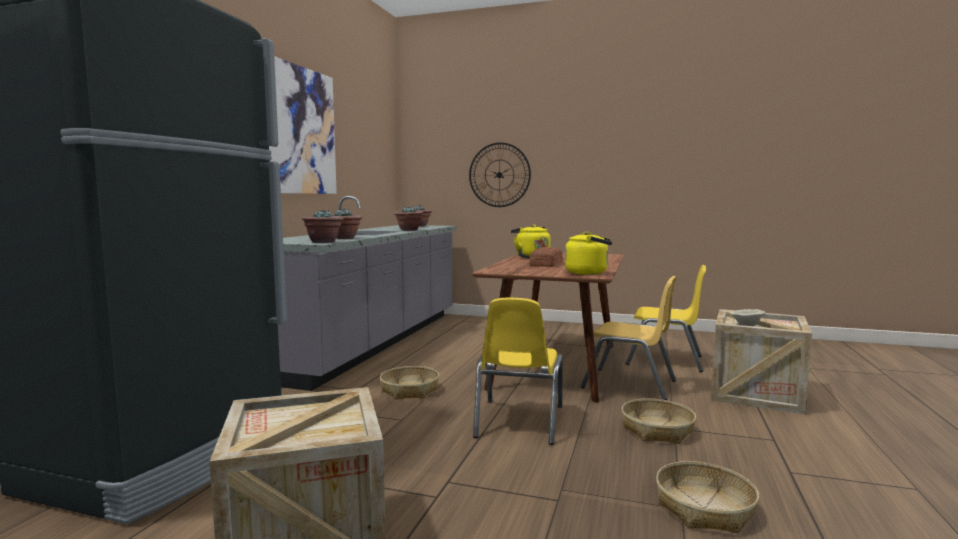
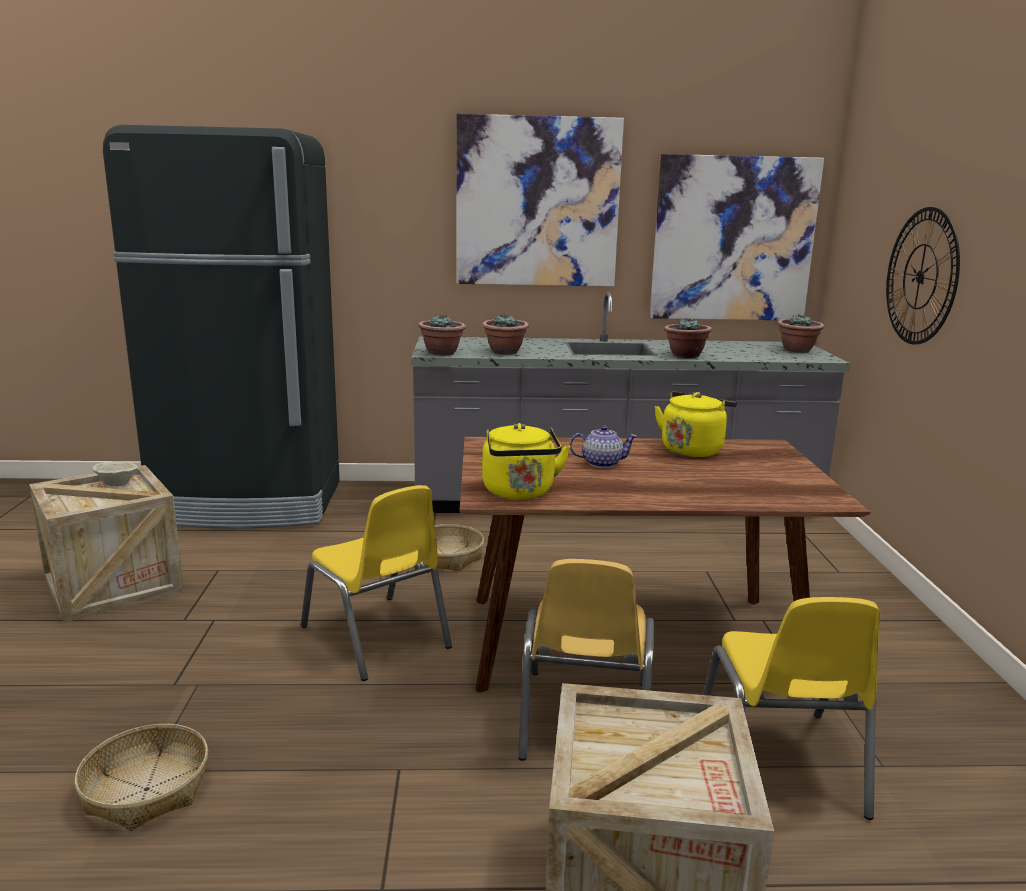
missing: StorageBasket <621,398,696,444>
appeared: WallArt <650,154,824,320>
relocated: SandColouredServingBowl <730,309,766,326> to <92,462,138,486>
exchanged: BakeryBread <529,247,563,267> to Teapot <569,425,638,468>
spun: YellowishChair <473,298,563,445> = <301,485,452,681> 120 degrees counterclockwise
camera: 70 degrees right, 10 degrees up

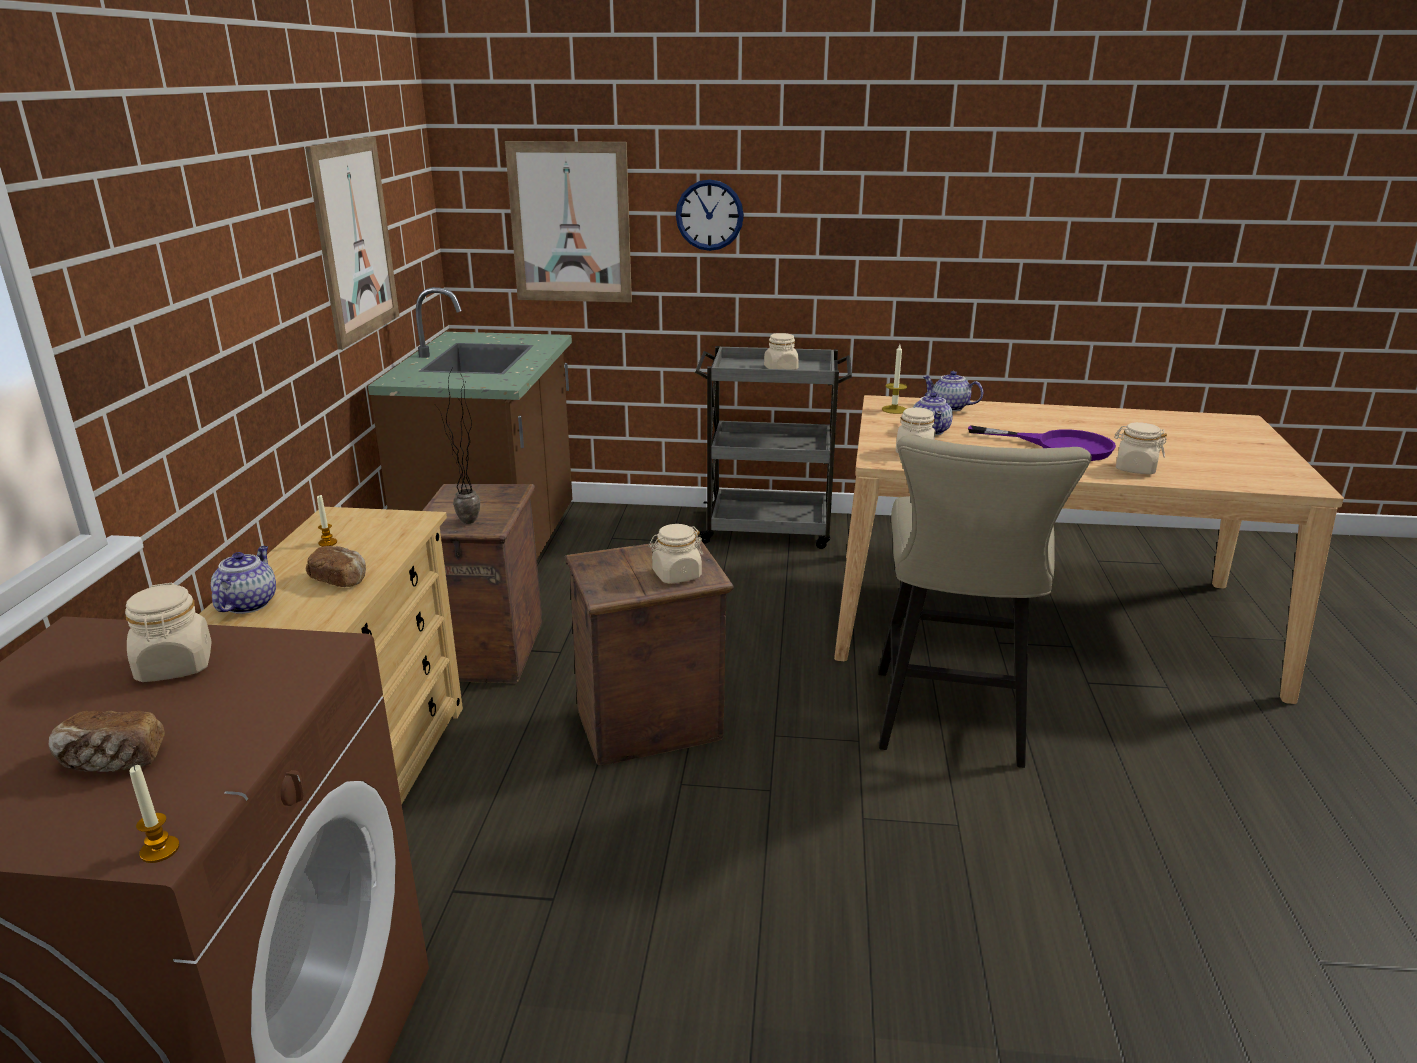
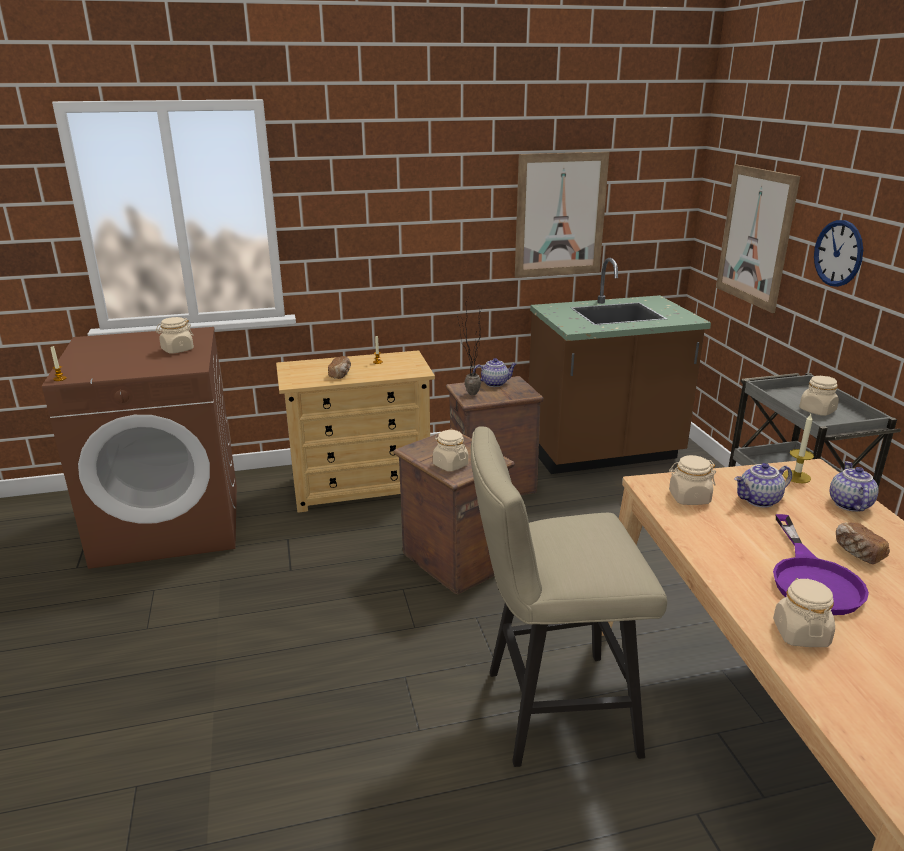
relocated: Teapot <211,546,276,614> to <473,358,517,387>; BakeryBread <49,710,165,772> to <836,522,890,564>
camera: 70 degrees right, 0 degrees up

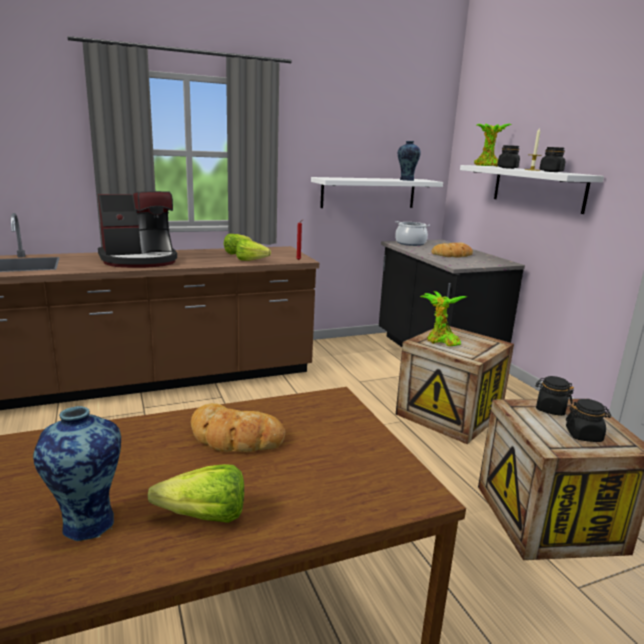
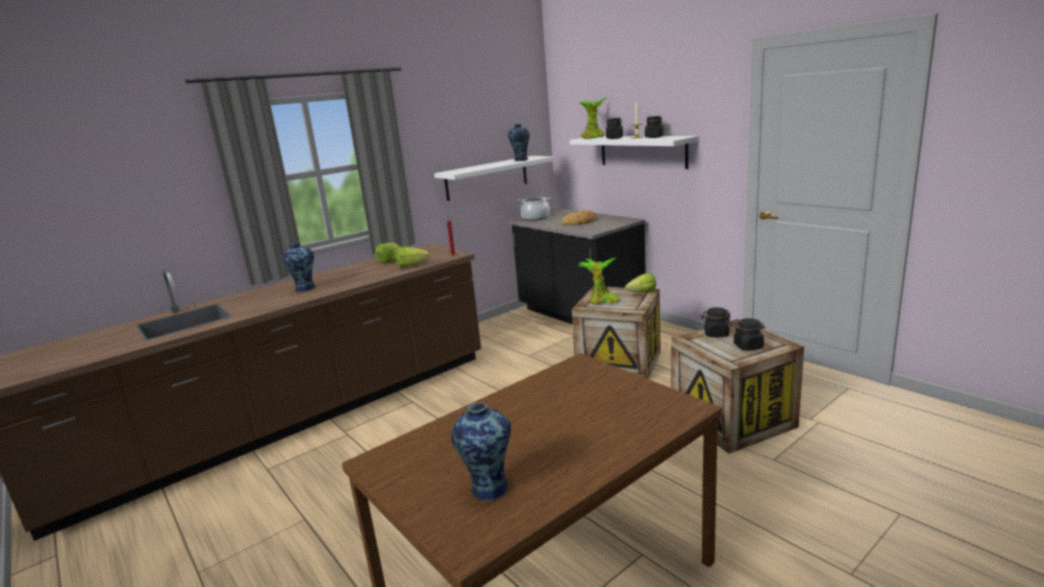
missing: BakeryBread <191,403,286,452>
relocated: LettuceHead <148,464,244,523> to <625,273,656,292>
exchanged: CoffeeMachine <98,191,177,268> to FlowerVase <282,243,315,292>
camera: 15 degrees left, 0 degrees up

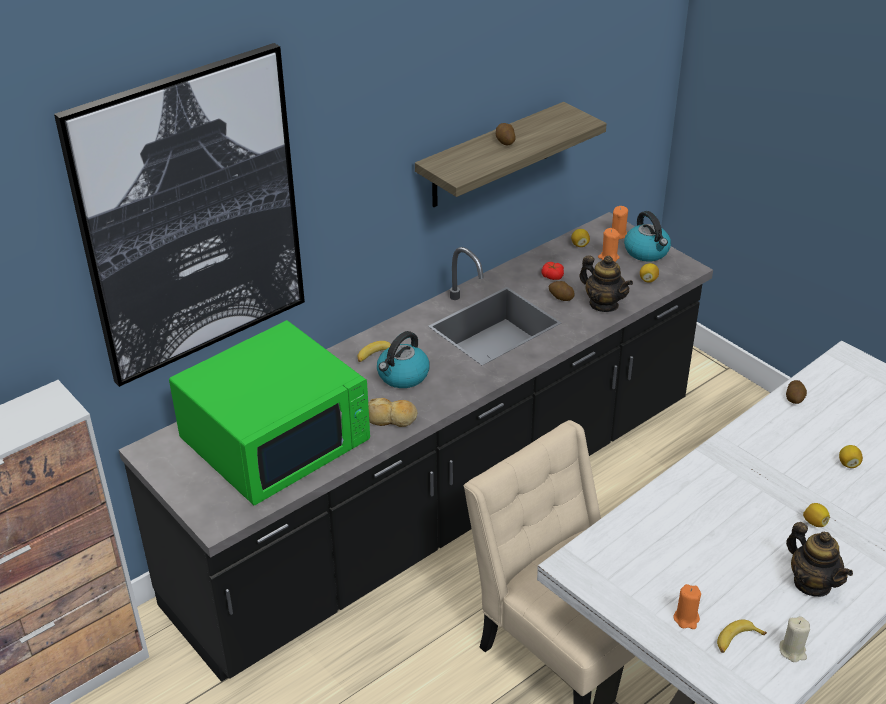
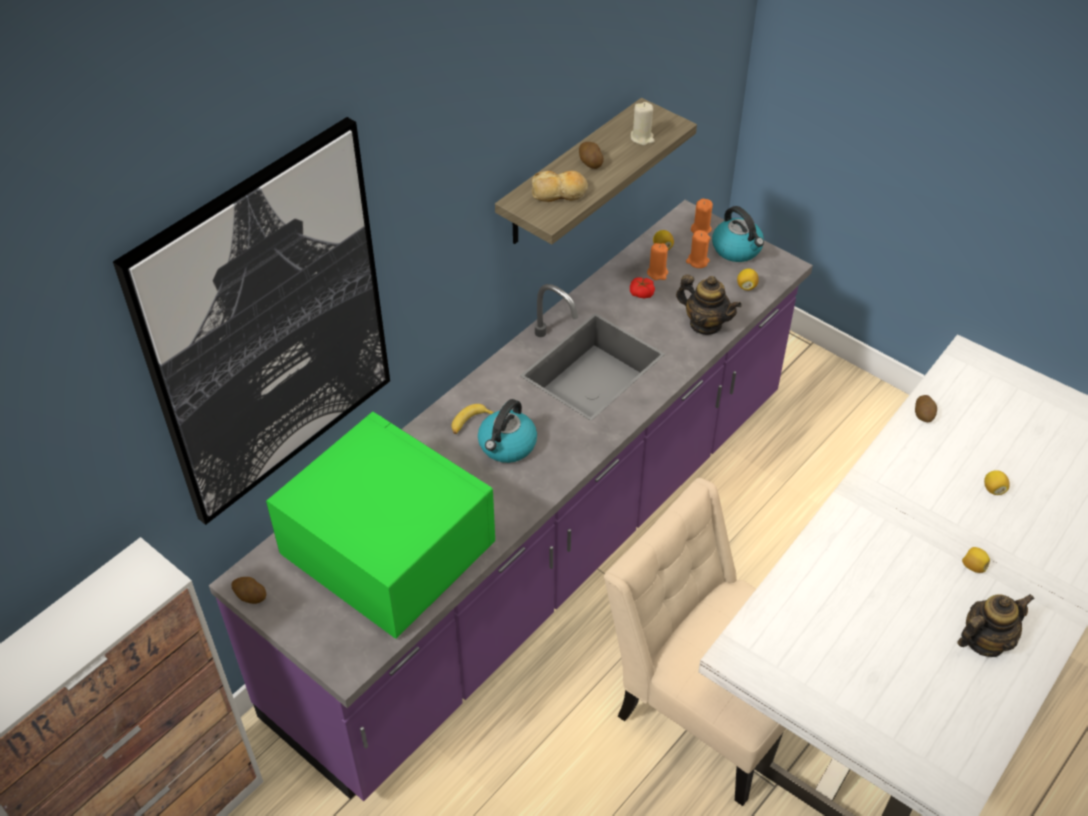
missing: Banana <717,620,767,653>
relocated: WholePotato <549,281,575,301> to <231,577,266,604>; BakeryBread <368,398,417,427> to <532,171,588,202>; SandColouredCandle <780,616,810,662> to <631,102,654,145>; OrangeColouredCandle <673,584,701,629> to <647,243,668,280>
colour: BlackishKitchenCounter <119,212,713,682> to PurpleKitchenCounter <209,200,813,801>
spun: GreenMicrowave <169,320,370,506> = <266,412,495,639> 90 degrees counterclockwise; Teapot <786,522,853,597> = <957,594,1034,657> 75 degrees counterclockwise
camera: 10 degrees left, 10 degrees up

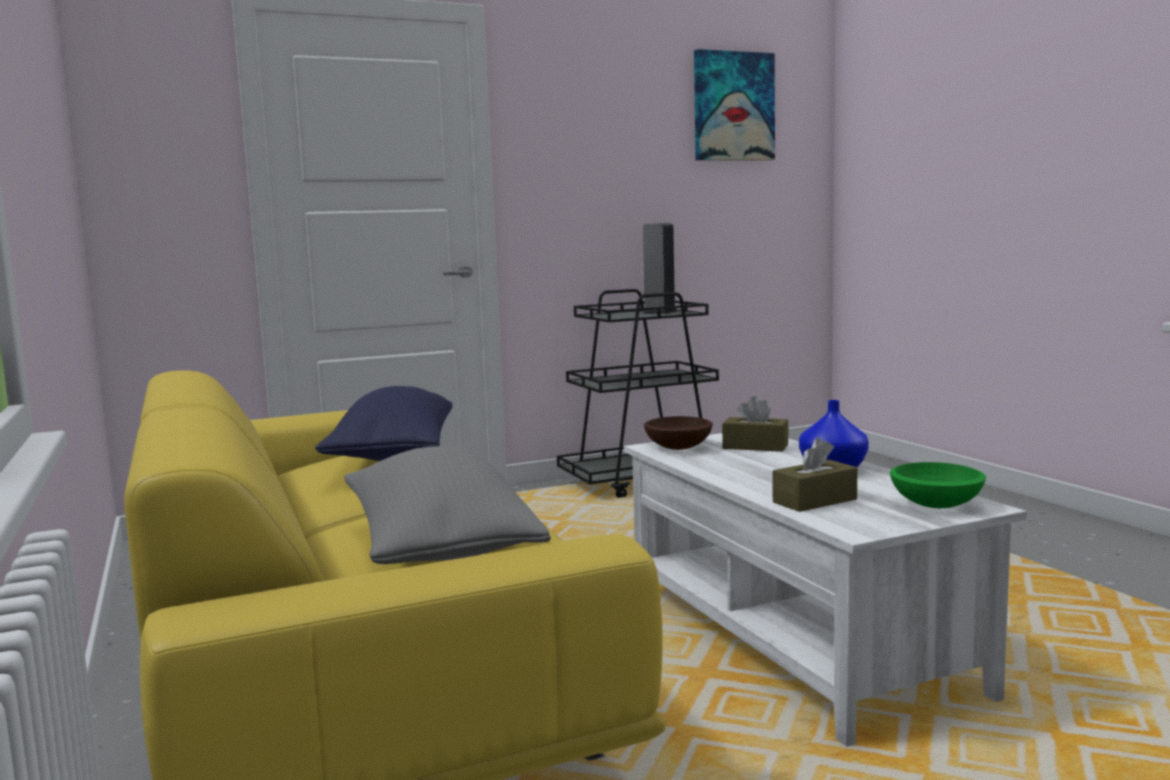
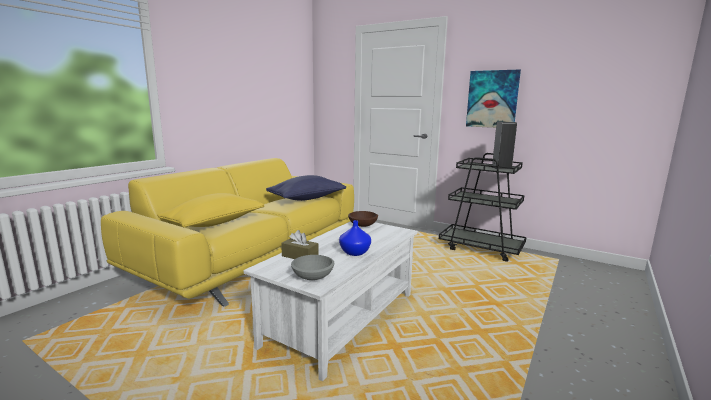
missing: BrownColouredBoxOfTissues <722,396,789,452>
relocated: WallArt <694,49,775,161> to <466,69,521,128>
colour: GreyCushion <344,446,551,564> to YellowishCushion <157,193,264,227>; GreenServingBowl <890,462,986,508> to GreyServingBowl <291,255,334,280>
camera: 55 degrees right, 5 degrees up

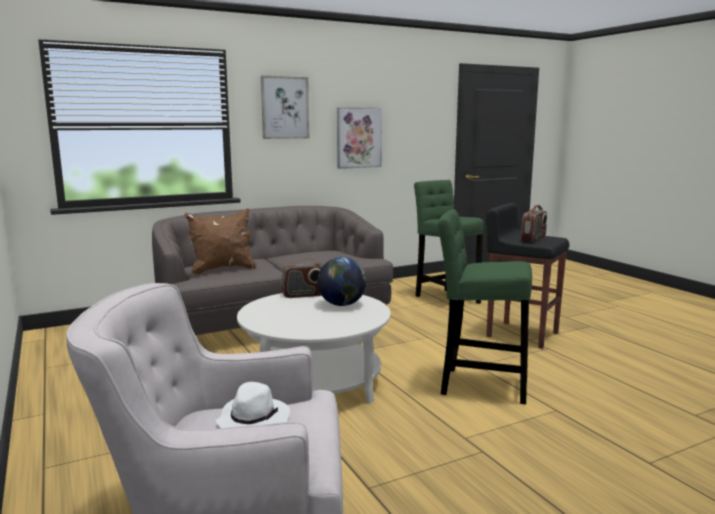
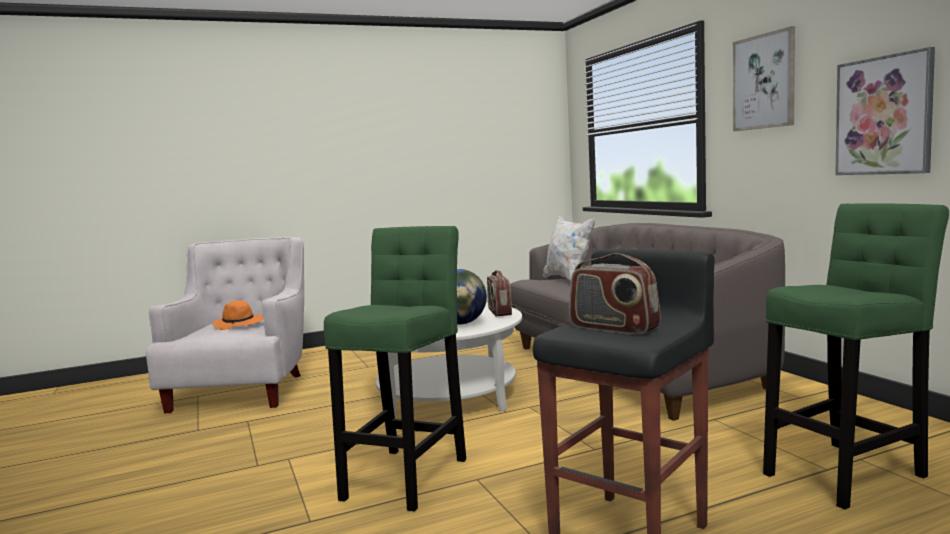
colour: WhitishClothingHat <216,382,290,428> to OrangeColouredClothingHat <213,300,263,330>; BrownColouredCushion <184,209,257,275> to WhitishCushion <543,215,595,282>
camera: 95 degrees right, 5 degrees down

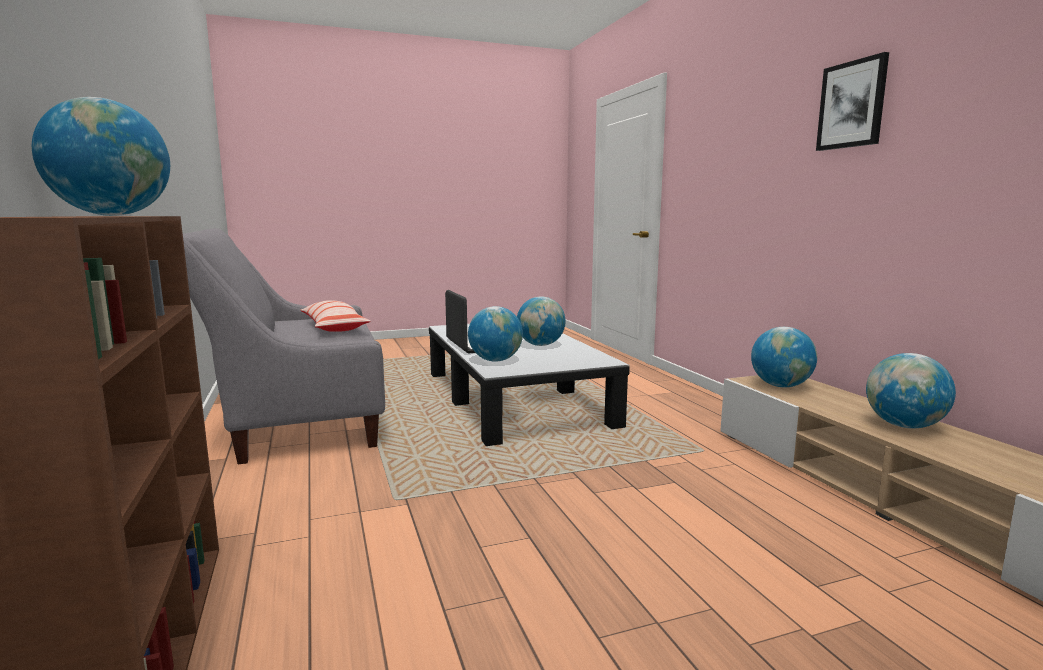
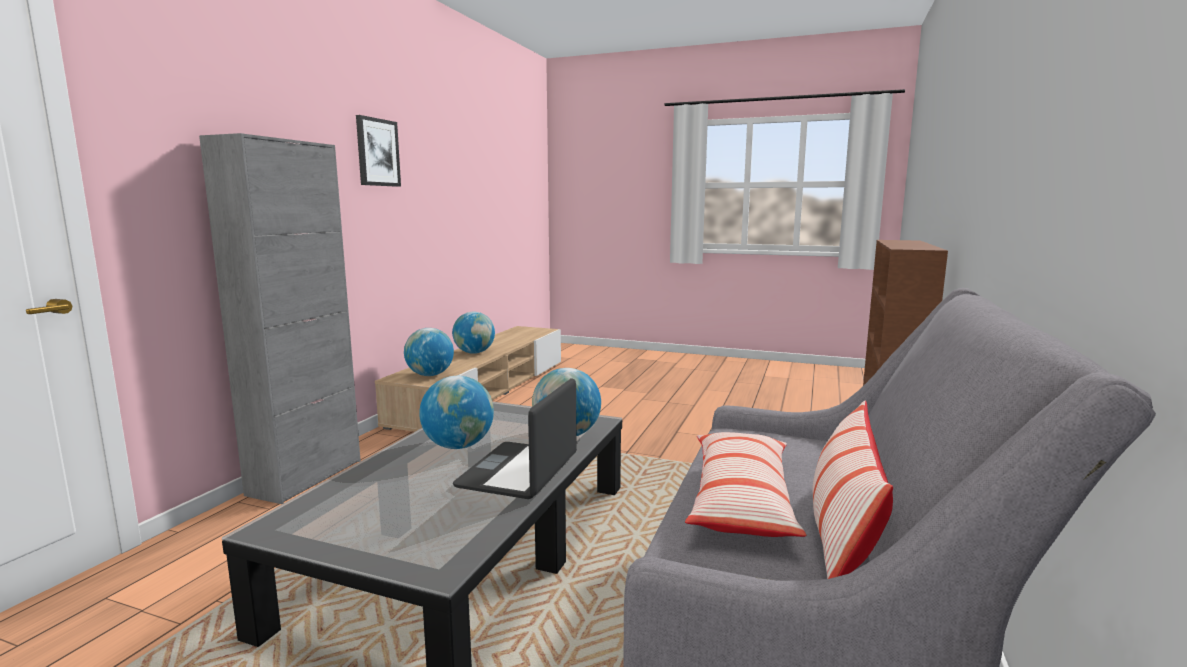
missing: Globe <32,97,170,216>
appeared: GreyStorageCabinet <199,133,361,504>; Cushion <813,401,893,579>
camera: 140 degrees left, 0 degrees up

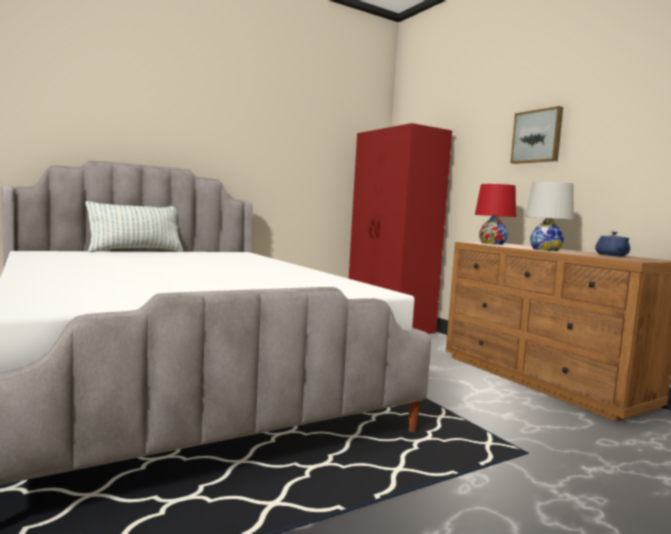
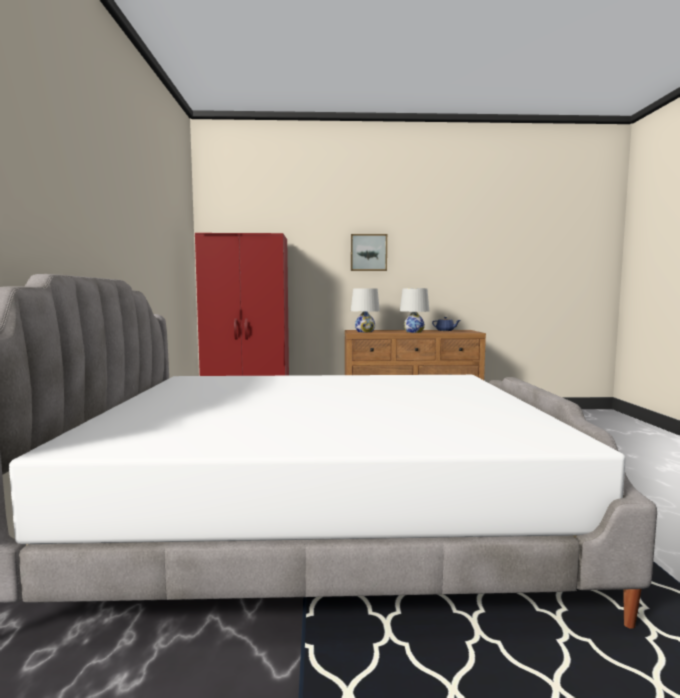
missing: Cushion <85,201,183,252>
colour: ReddishTabletopLamp <475,184,516,245> to WhitishTabletopLamp <351,288,380,332>
camera: 60 degrees left, 0 degrees up

